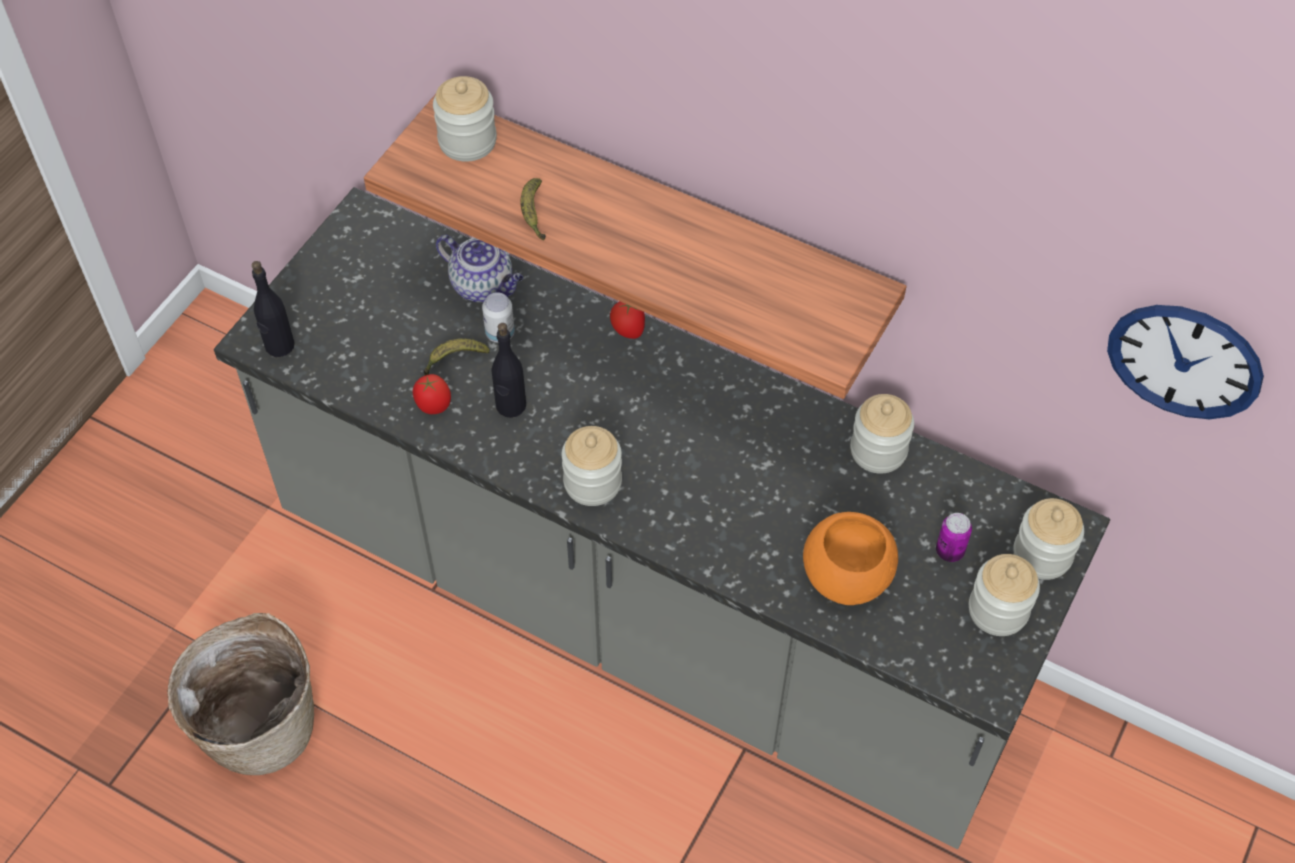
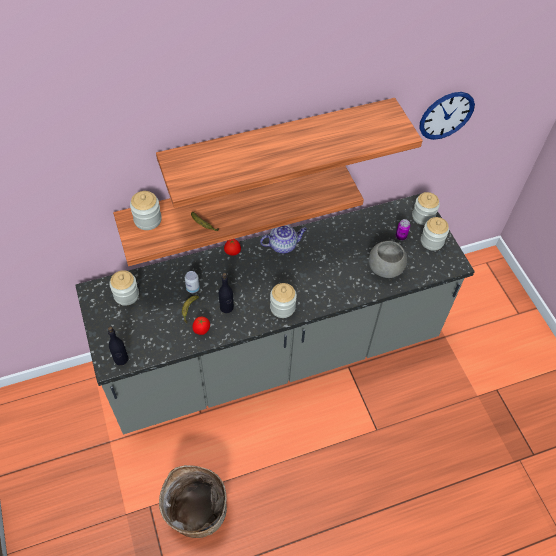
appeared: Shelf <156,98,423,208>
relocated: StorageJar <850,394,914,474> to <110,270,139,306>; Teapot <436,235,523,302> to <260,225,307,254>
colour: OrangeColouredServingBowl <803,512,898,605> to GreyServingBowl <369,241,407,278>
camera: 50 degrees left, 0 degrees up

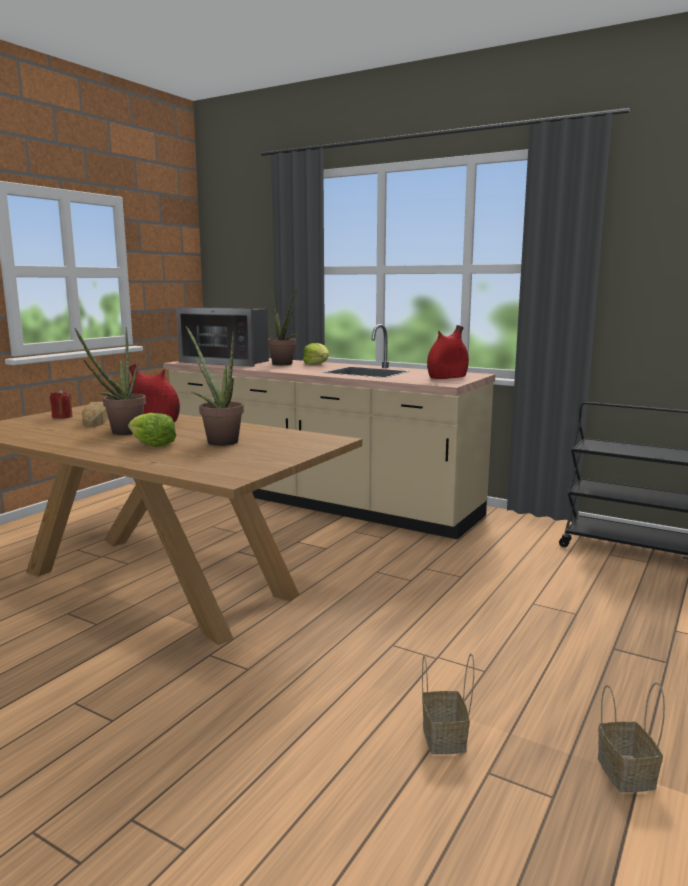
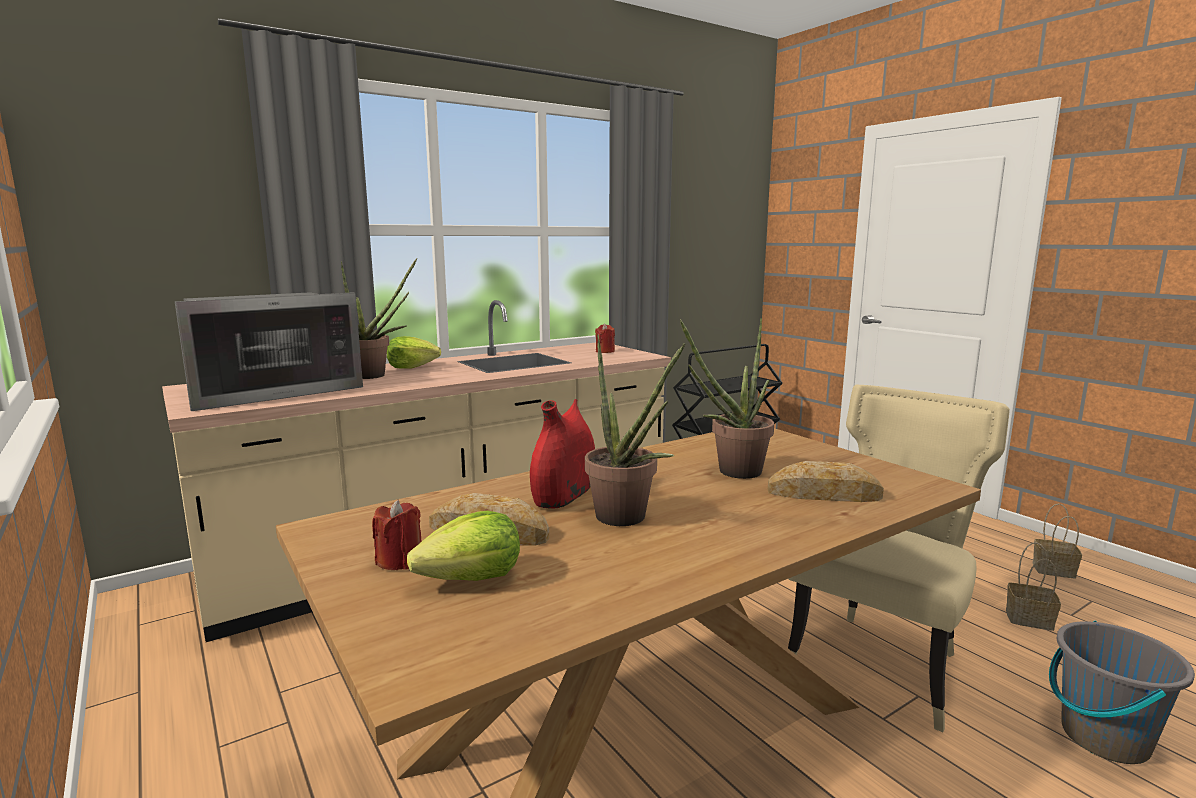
appeared: BakeryBread <768,461,884,502>; SandColouredChair <788,385,1010,732>; GreyWaterBucket <1049,621,1195,764>
relocated: LettuceHead <128,413,177,447> to <407,511,520,581>
exchanged: ReddishFlowerVase <427,325,469,379> to ReddishCandle <595,323,615,353>
camera: 65 degrees left, 0 degrees up

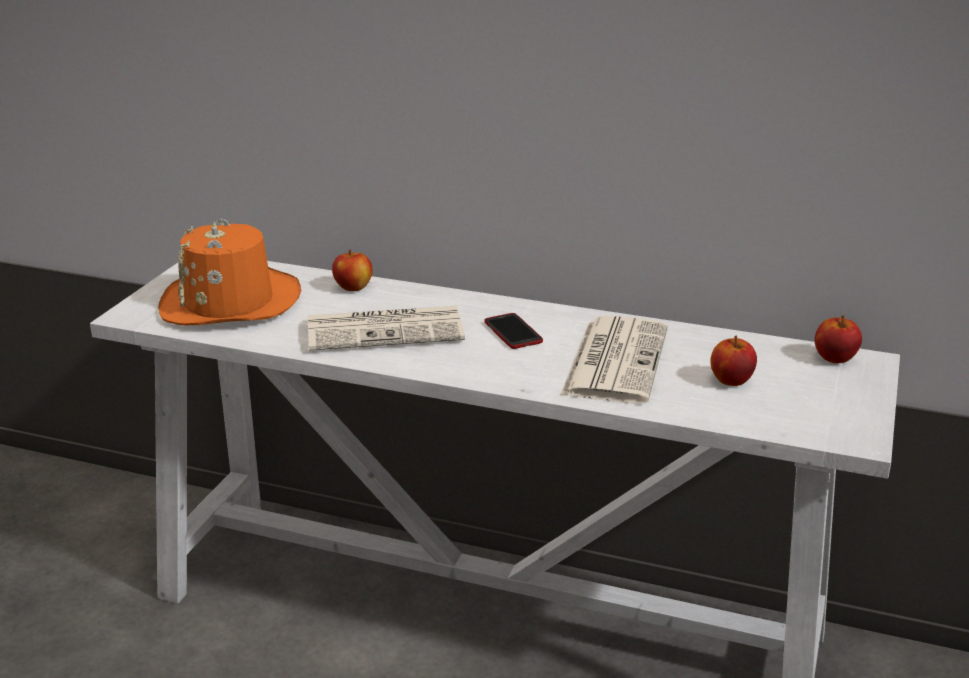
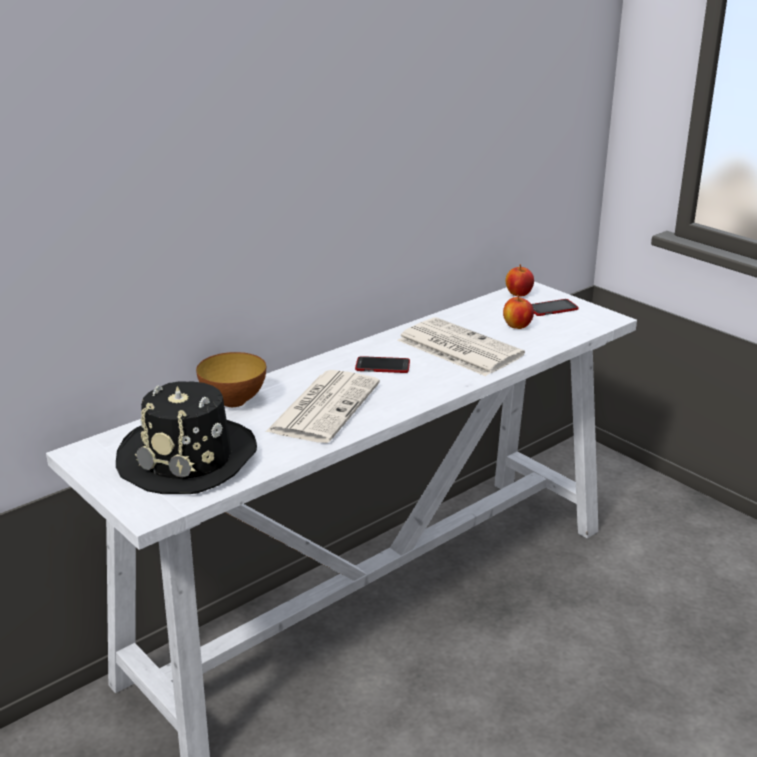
appeared: Phone <532,299,579,316>
exchanged: WholeApple <332,249,373,291> to ServingBowl <196,352,266,407>
colour: OrangeColouredClothingHat <158,218,301,326> to BlackishClothingHat <116,381,257,494>
camera: 60 degrees left, 0 degrees up

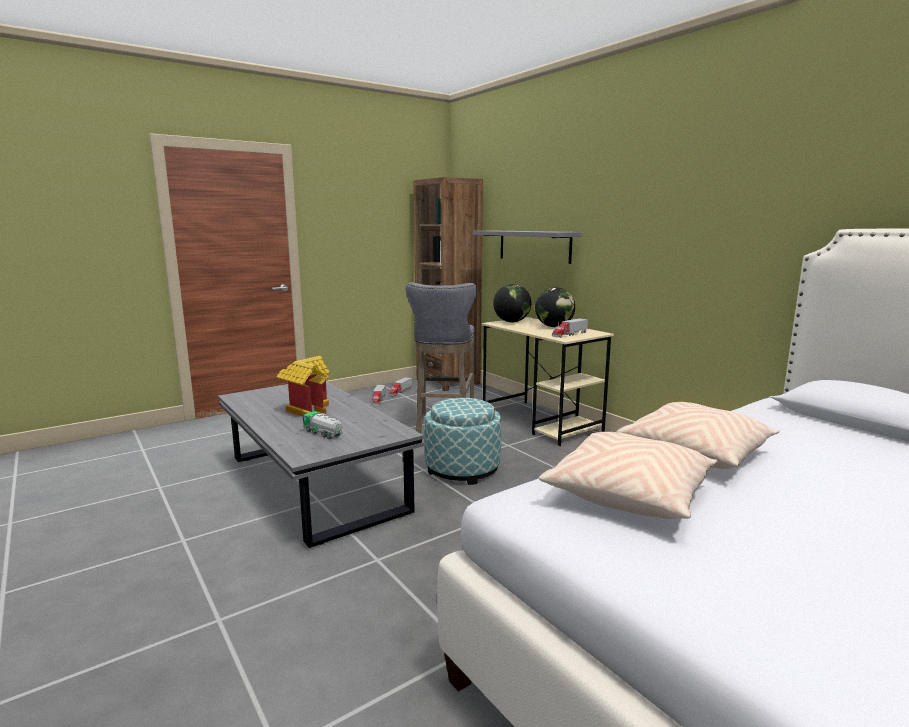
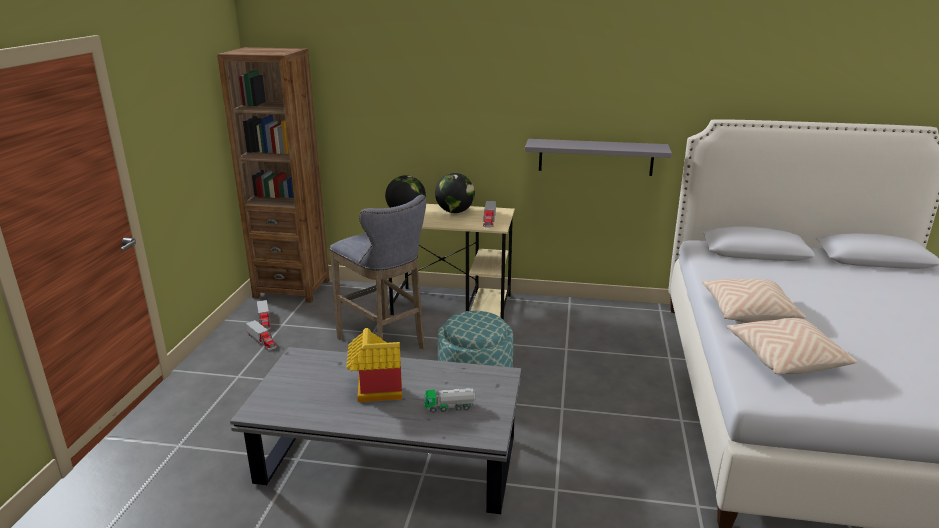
relocated: GreyShelf <473,231,582,264> to <525,139,672,176>
camera: 45 degrees left, 10 degrees up

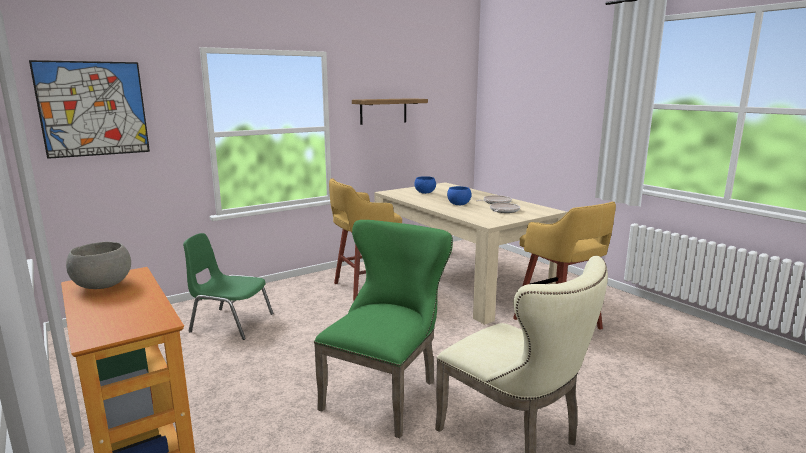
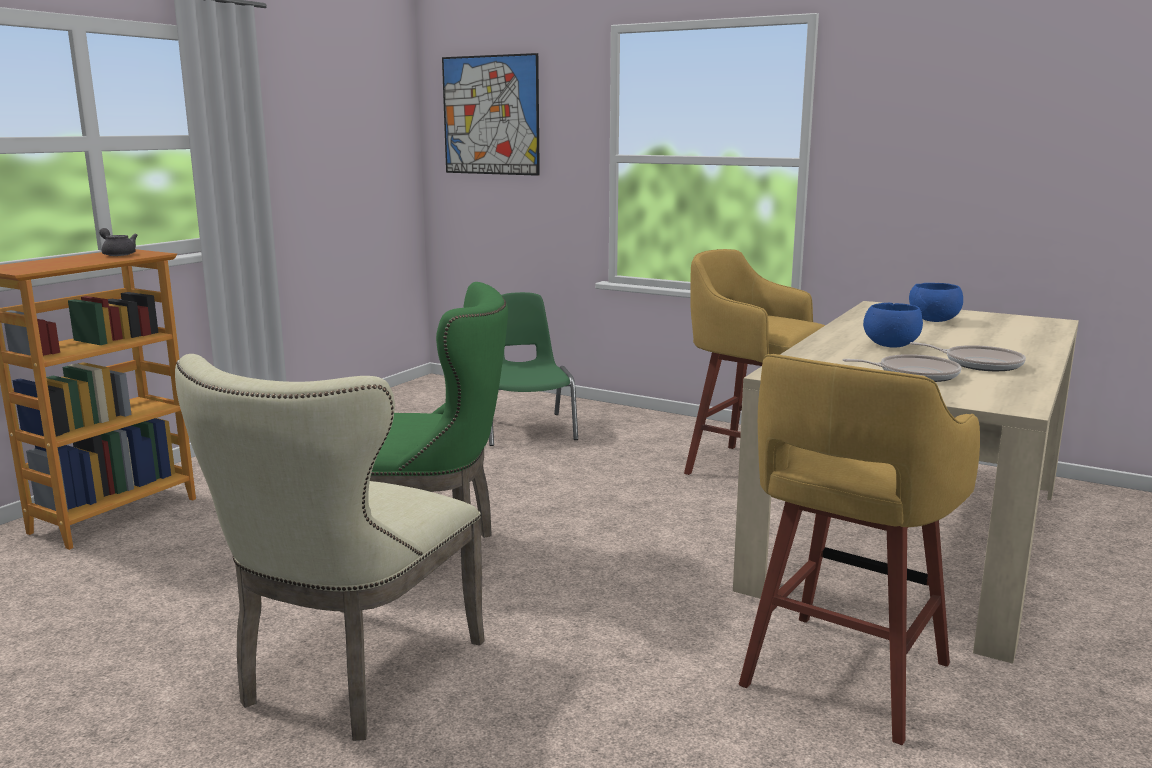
missing: Shelf <352,98,428,125>
exchanged: GreyServingBowl <66,242,131,289> to GreyTeapot <99,228,138,256>
camera: 65 degrees right, 0 degrees up

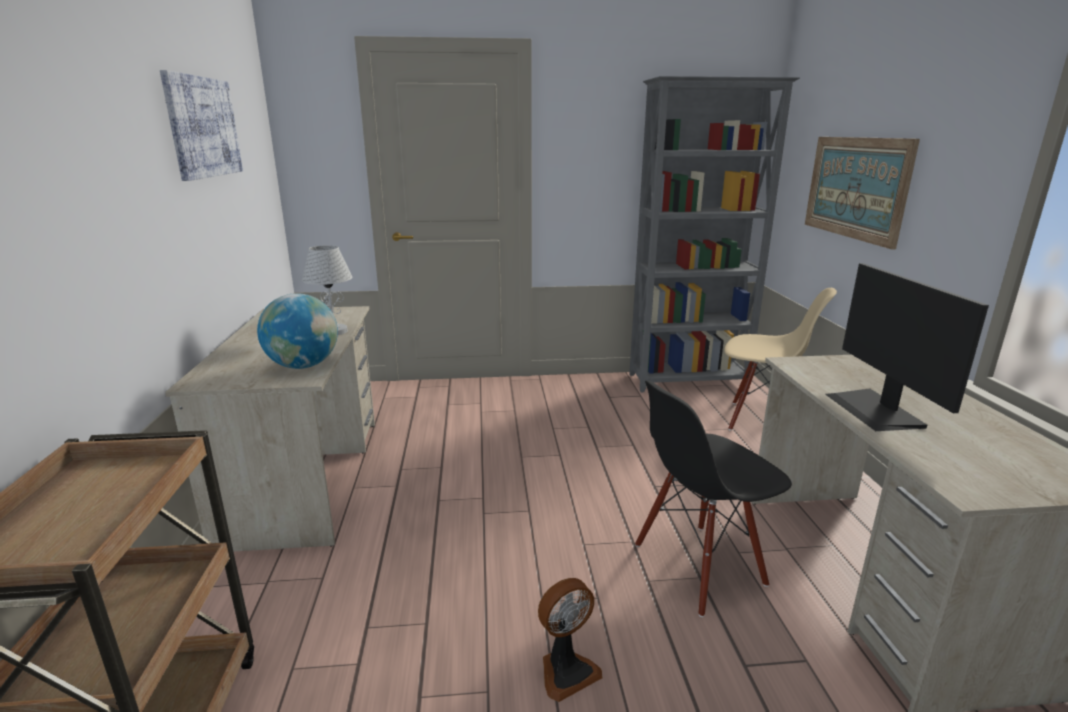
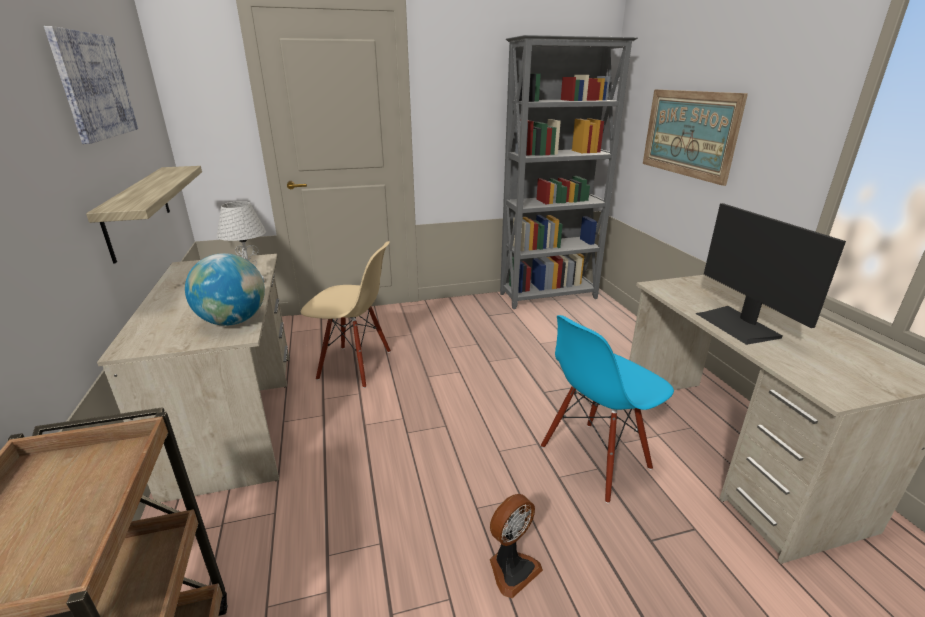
appeared: Shelf <86,166,202,264>
relocated: SandColouredChair <724,288,837,430> to <301,241,391,388>
colour: BlackishChair <635,381,792,617> to BlueChair <541,315,674,504>
camera: 10 degrees left, 5 degrees up

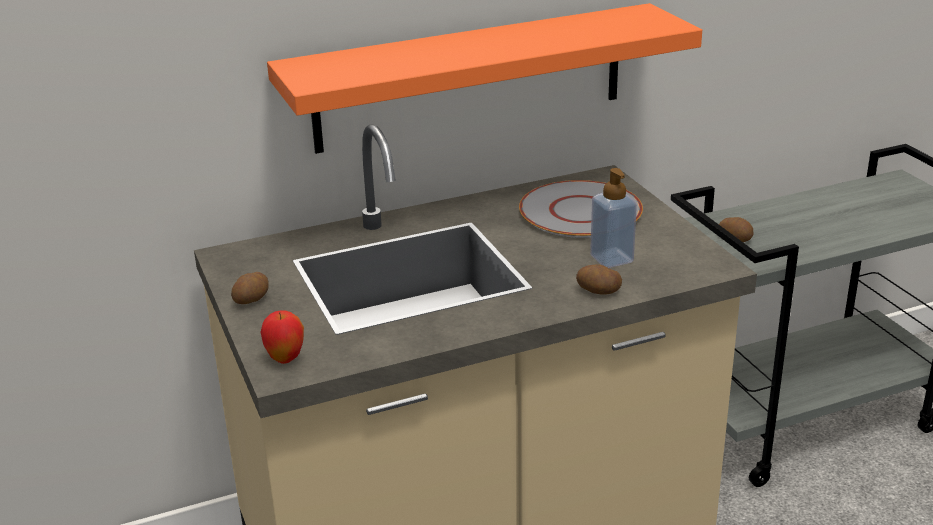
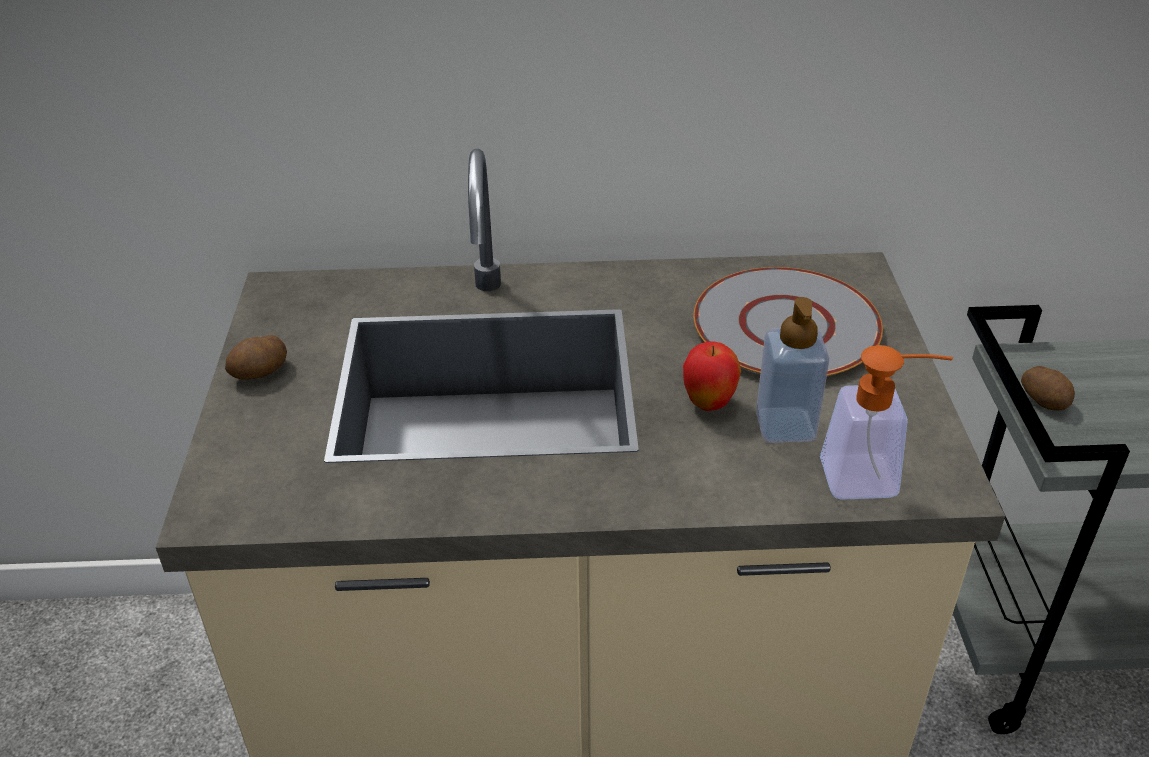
missing: OrangeColouredShelf <267,3,702,154>; WholePotato <576,264,622,295>
appeared: LiquidSoapBottle <820,345,953,500>
relocated: WholeApple <260,310,304,364> to <683,342,741,411>
camera: 20 degrees right, 10 degrees up

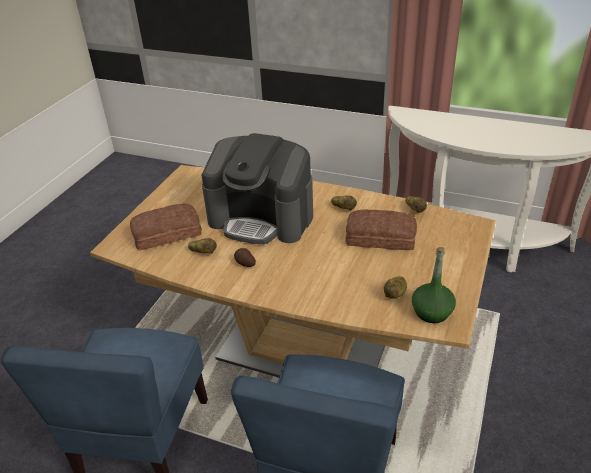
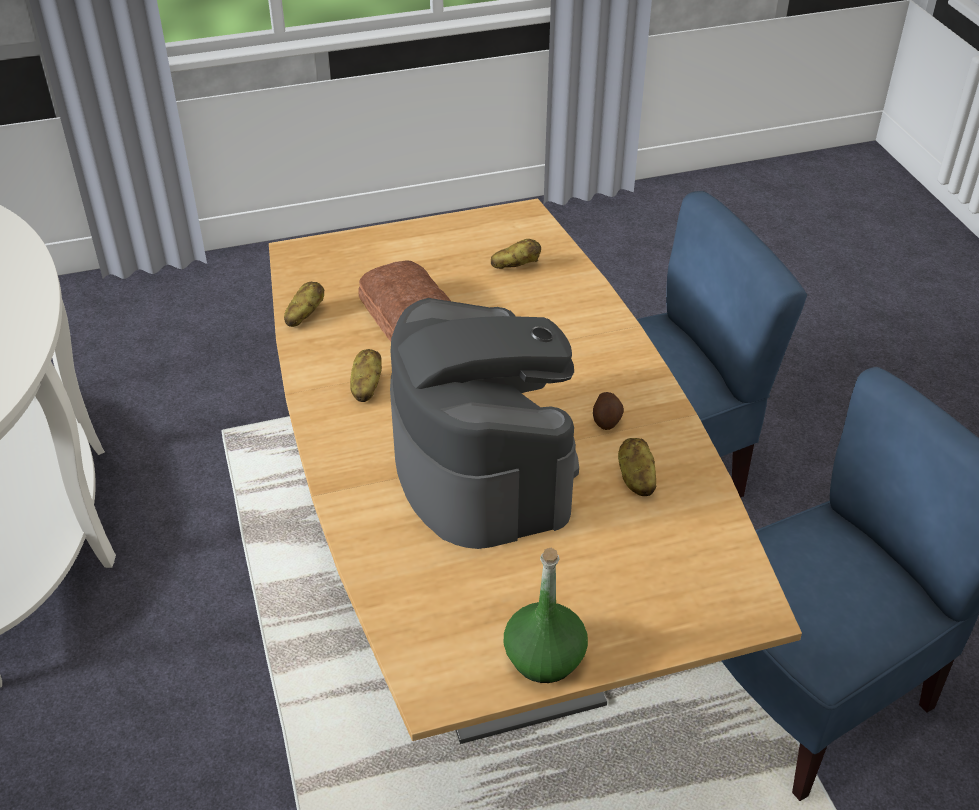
missing: BakeryBread <130,203,202,251>
relocated: GreenDrinkBottle <412,247,456,323> to <504,548,588,683>
camera: 130 degrees left, 5 degrees up

